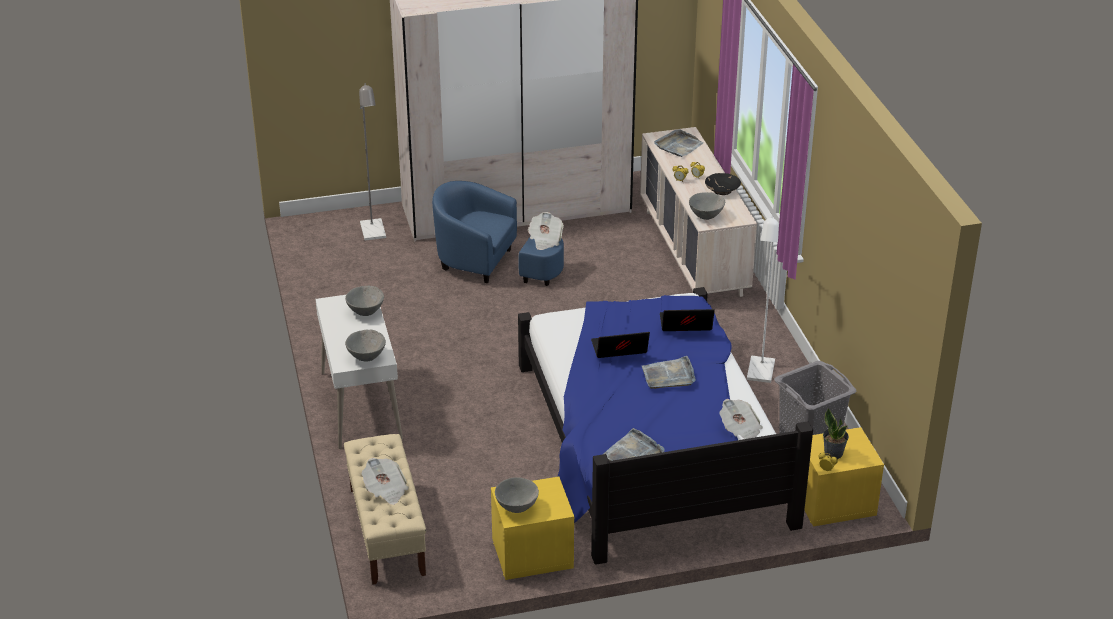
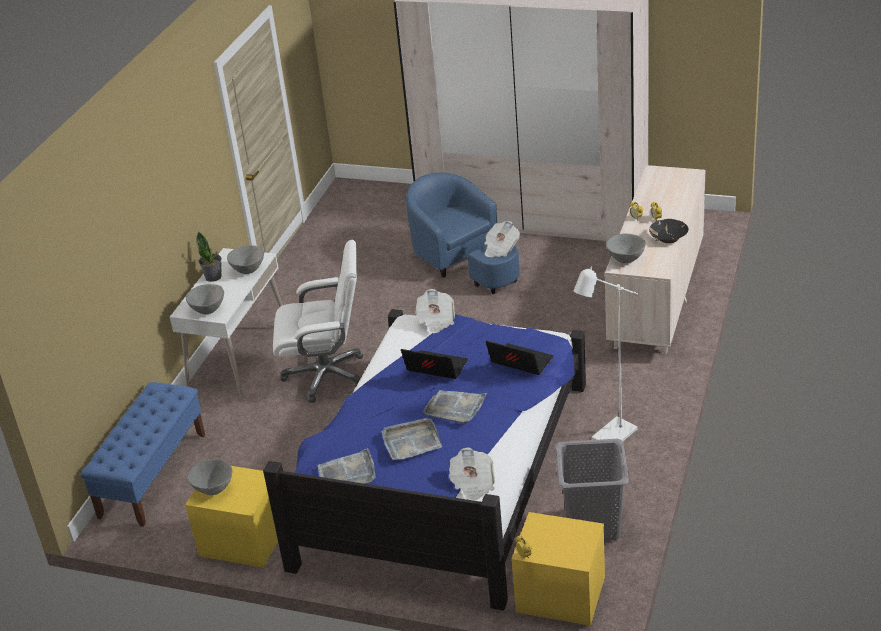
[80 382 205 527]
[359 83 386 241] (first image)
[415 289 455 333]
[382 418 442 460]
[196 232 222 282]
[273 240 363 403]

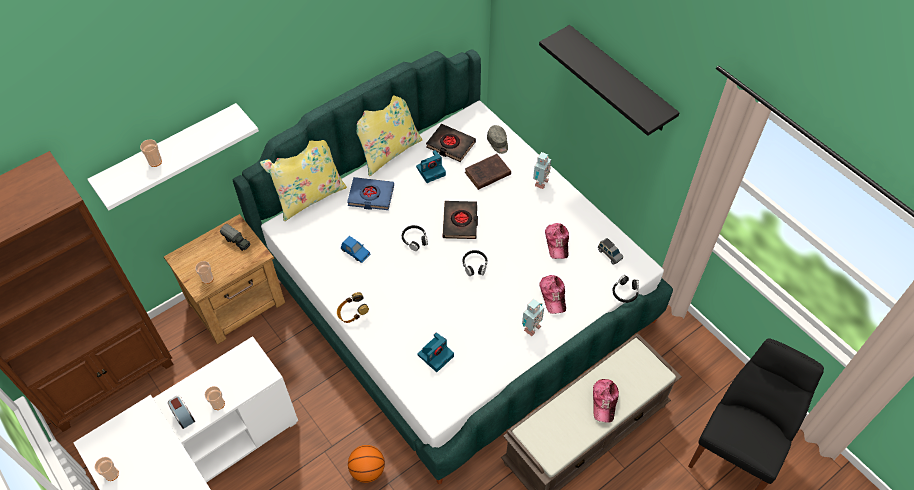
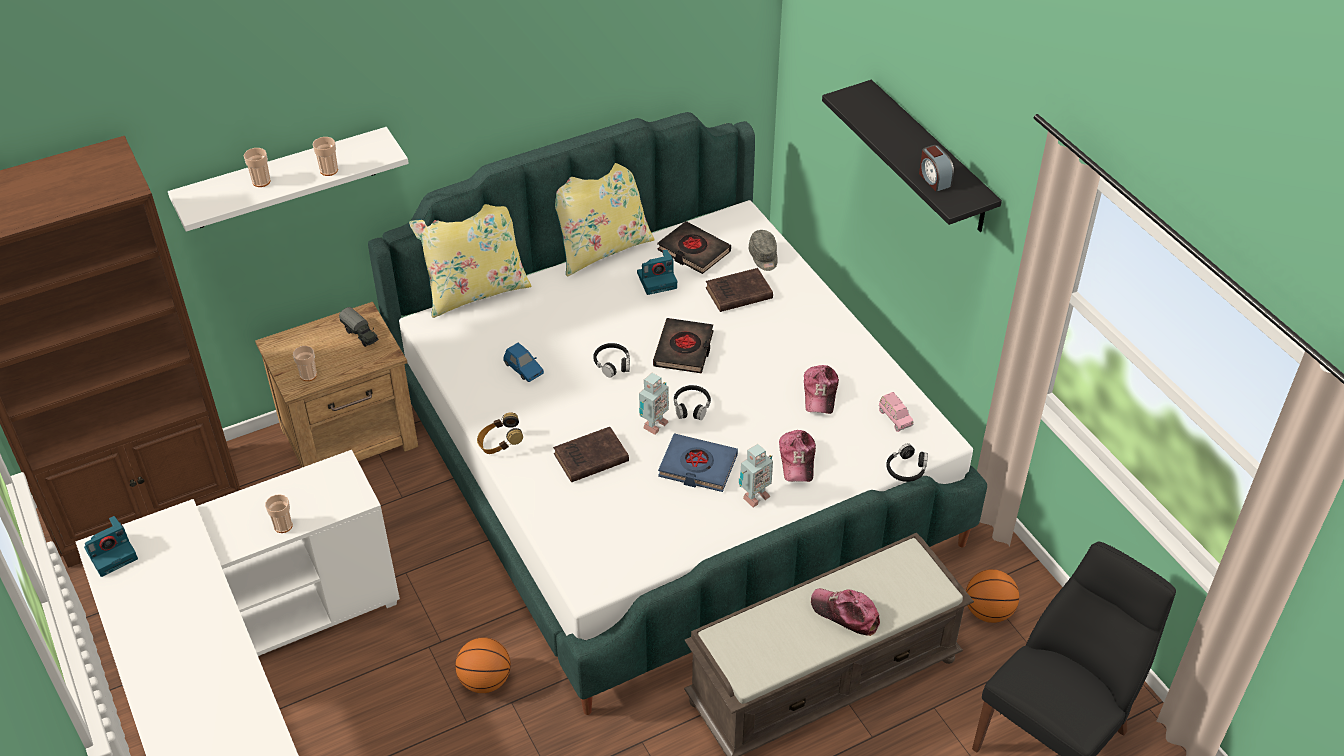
[312 137 338 176]
[919 145 954 192]
[658 434 738 492]
[84 516 138 577]
[639 373 669 435]
[811 588 880 636]
[879 392 913 432]
[553 427 629 482]
[966 569 1019 623]

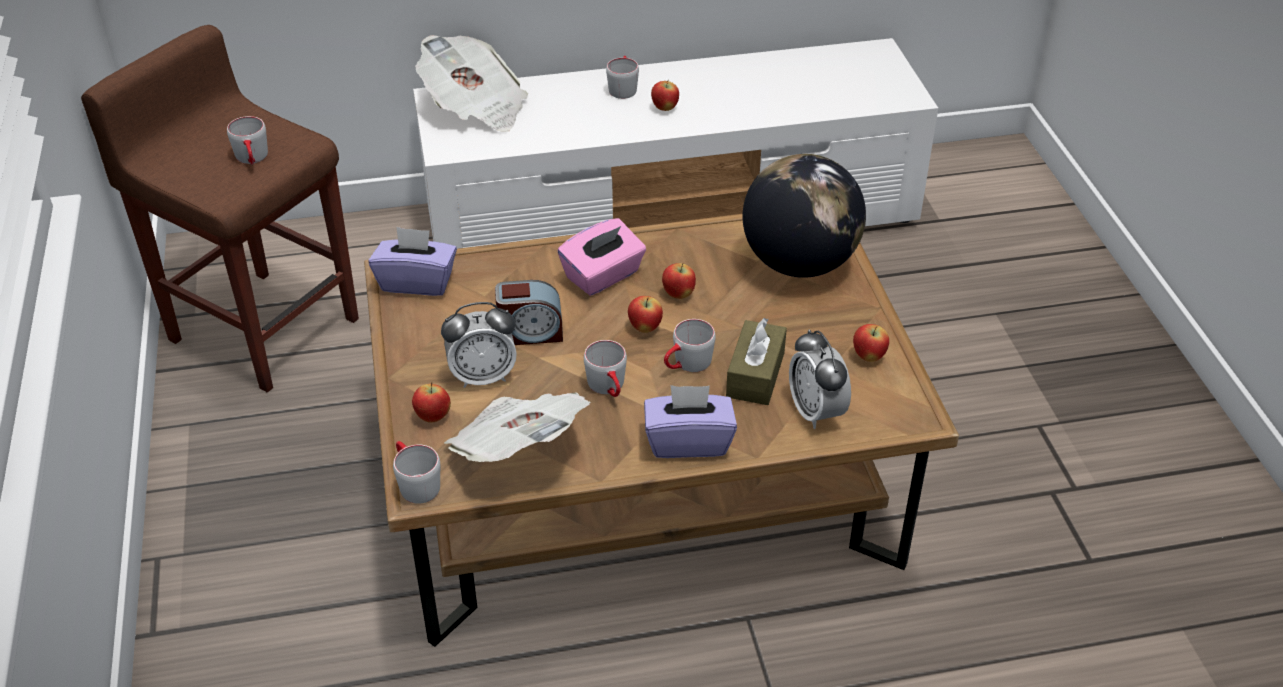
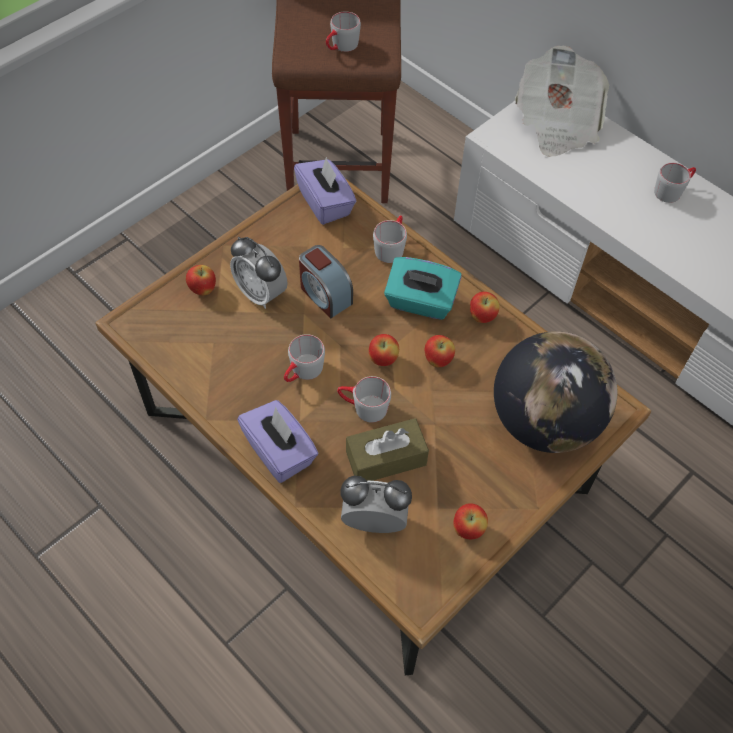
[373 215 407 263]
[444 393 590 462] (first image)
[384 257 461 320]
[470 292 500 323]
[340 476 412 533]

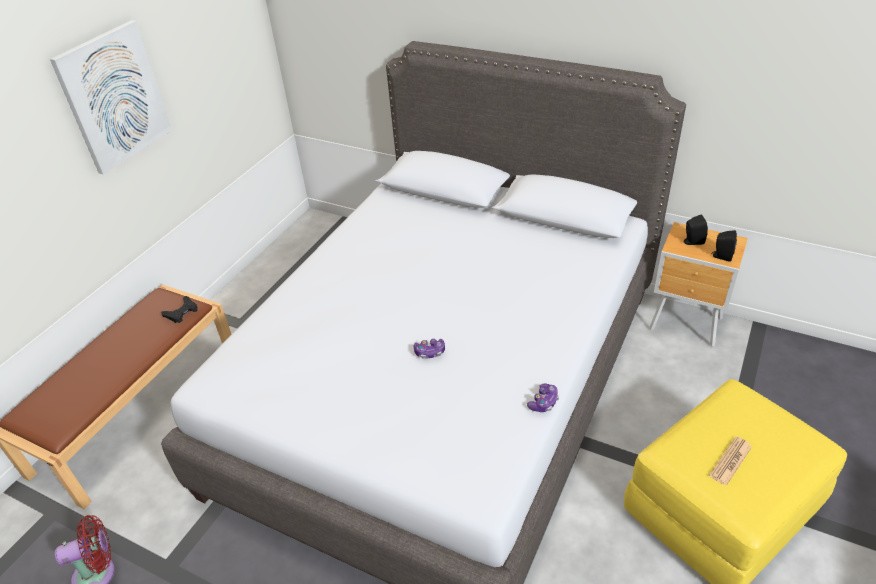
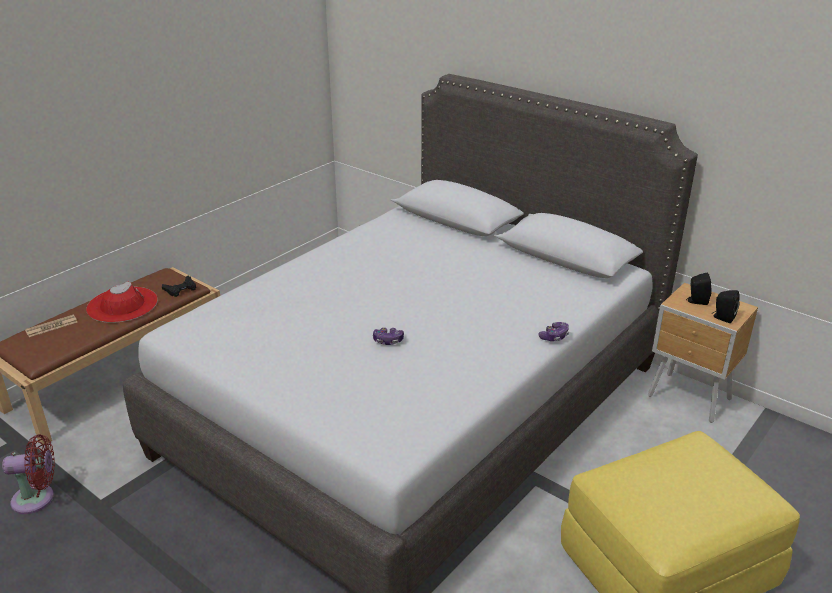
[50 20 172 175] (first image)
[539 322 569 341]
[25 315 77 337]
[86 281 158 323]

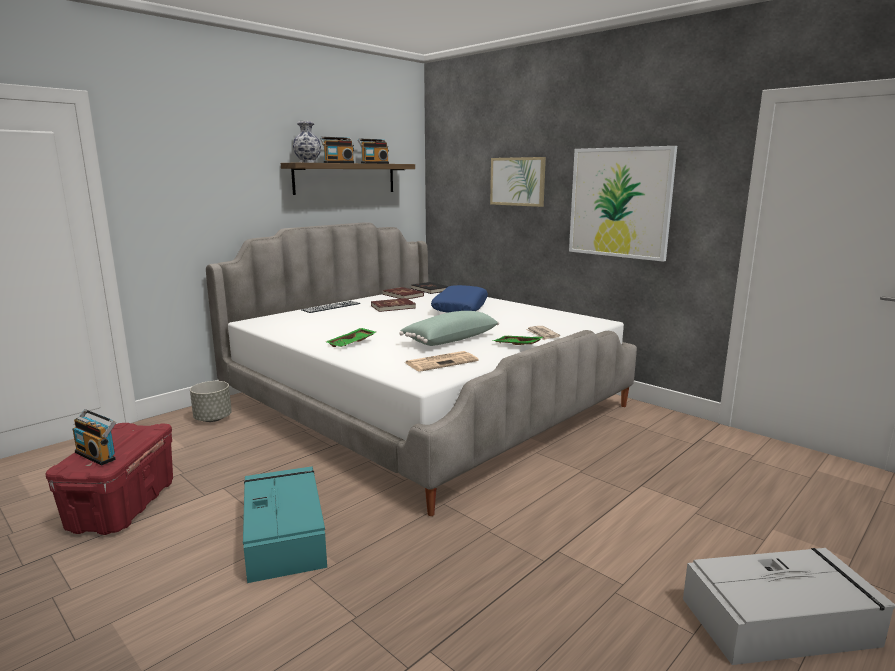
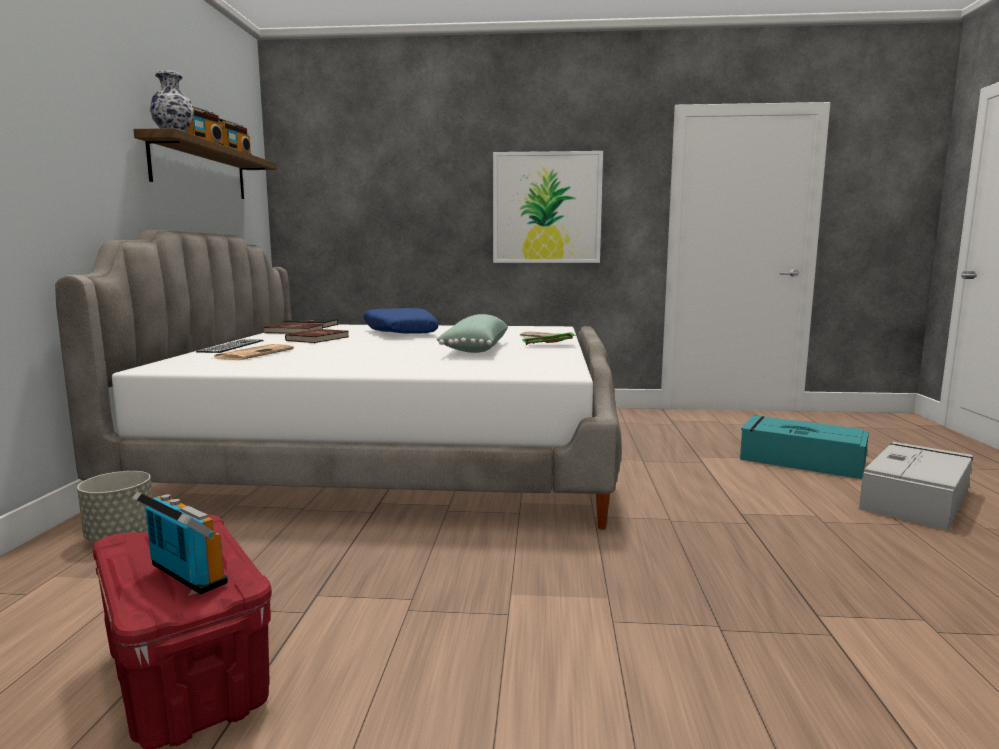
[133 491 228 594]
[740 415 869 479]
[326 328 376 347] (first image)
[214 344 294 360]
[490 157 546 207] (first image)

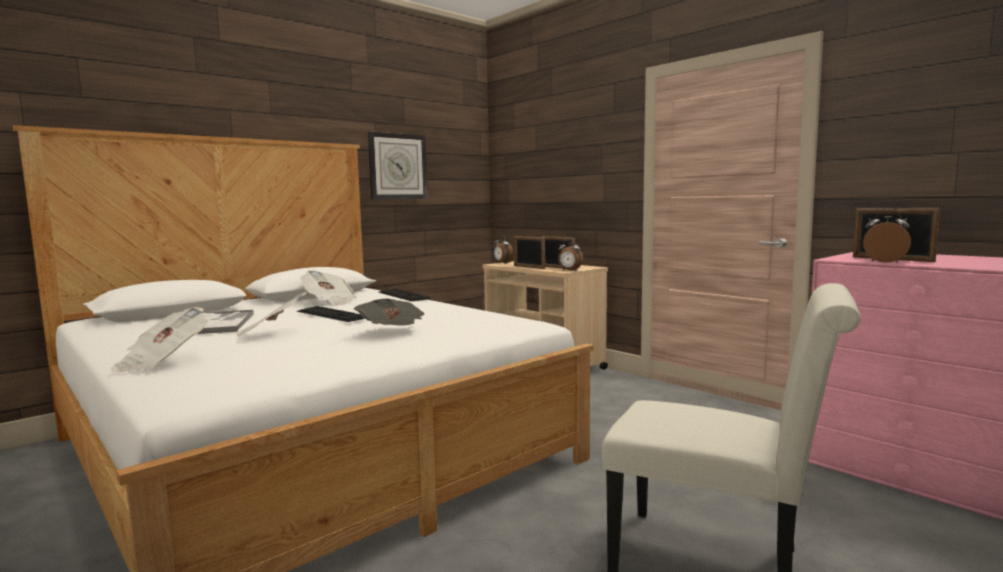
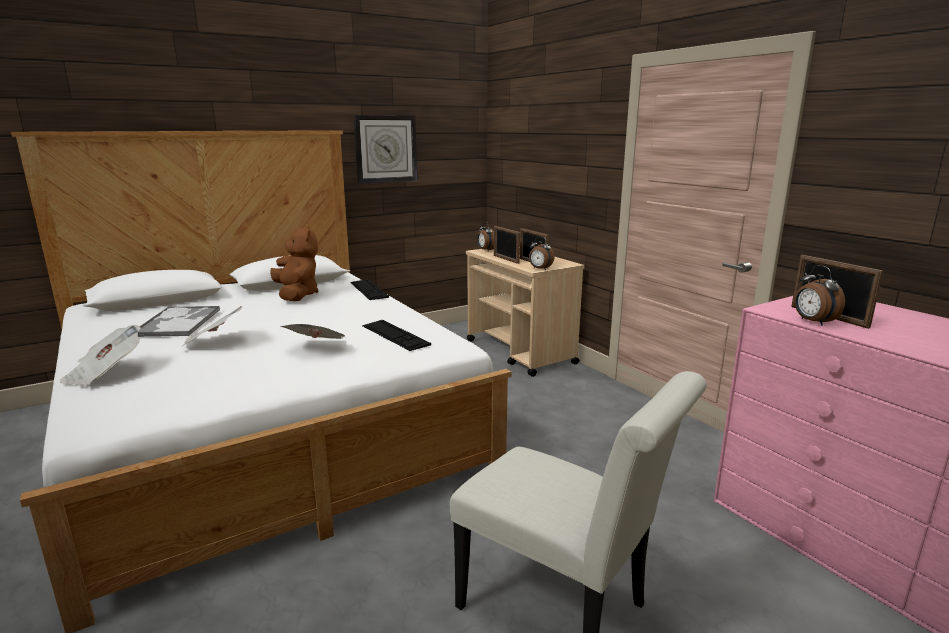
[362 320 431 351]
[270 225 318 301]
[794 265 845 326]

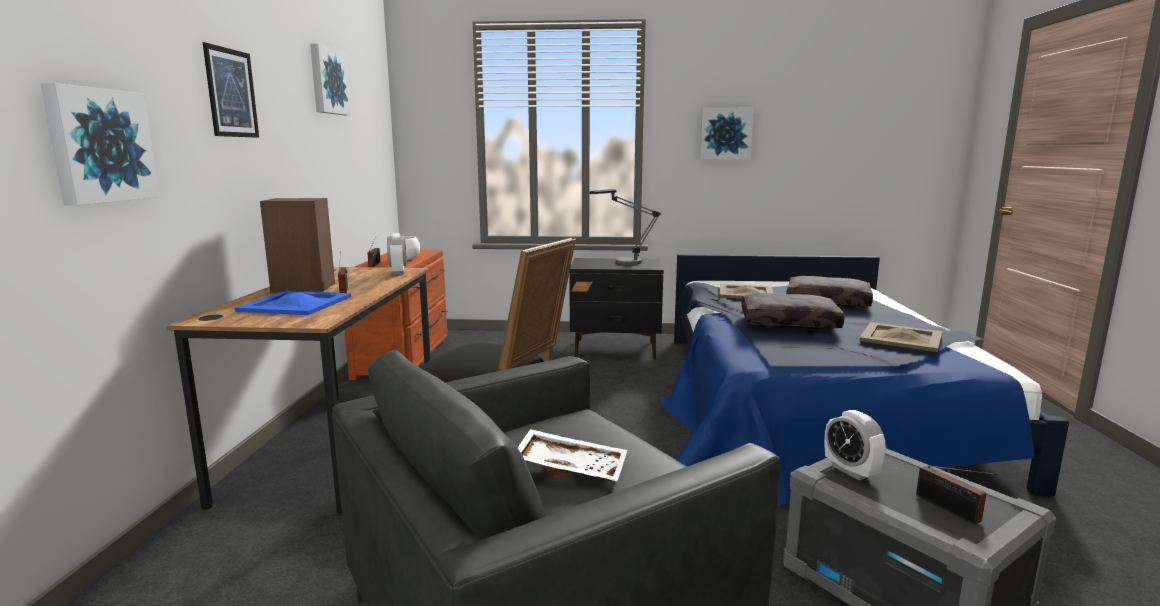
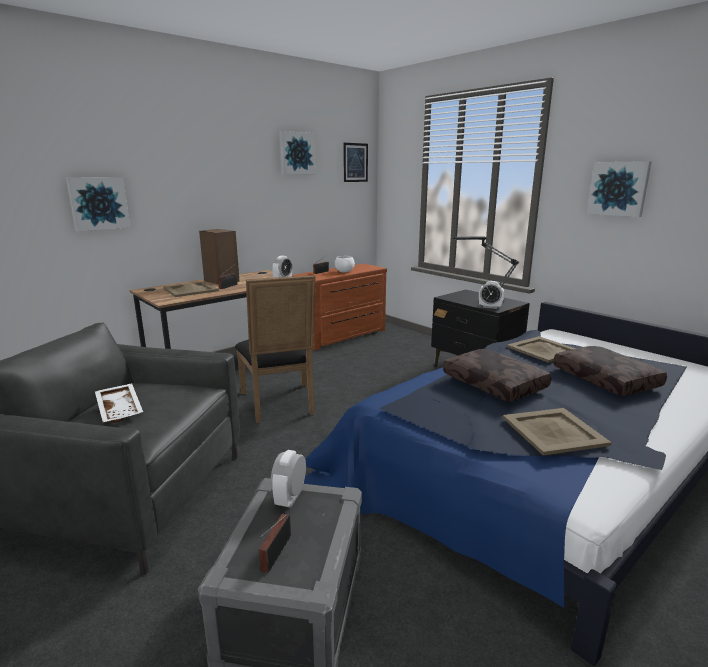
[343 143 368 182]
[163 282 219 297]
[479 281 504 309]

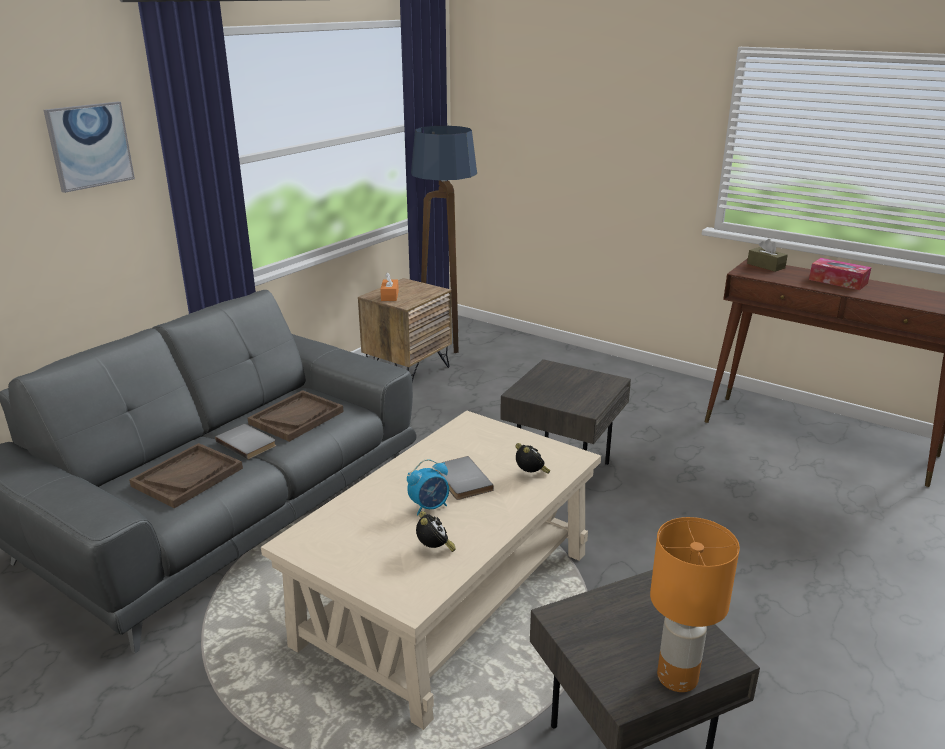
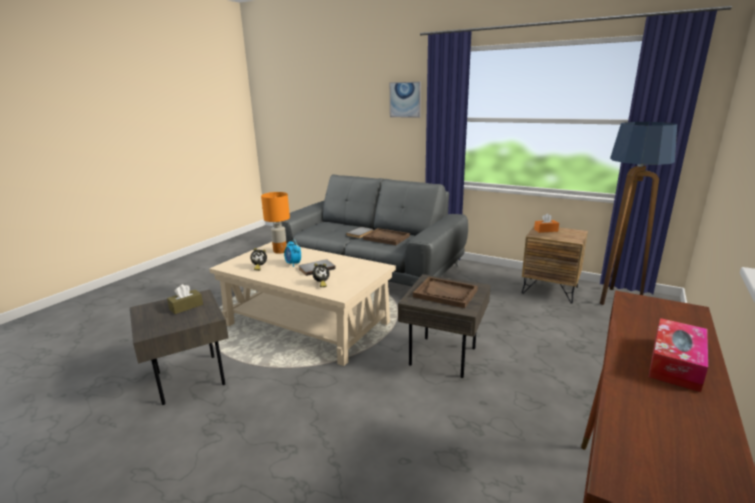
[413 277 478 308]
[261 192 290 254]
[167 284 203 314]

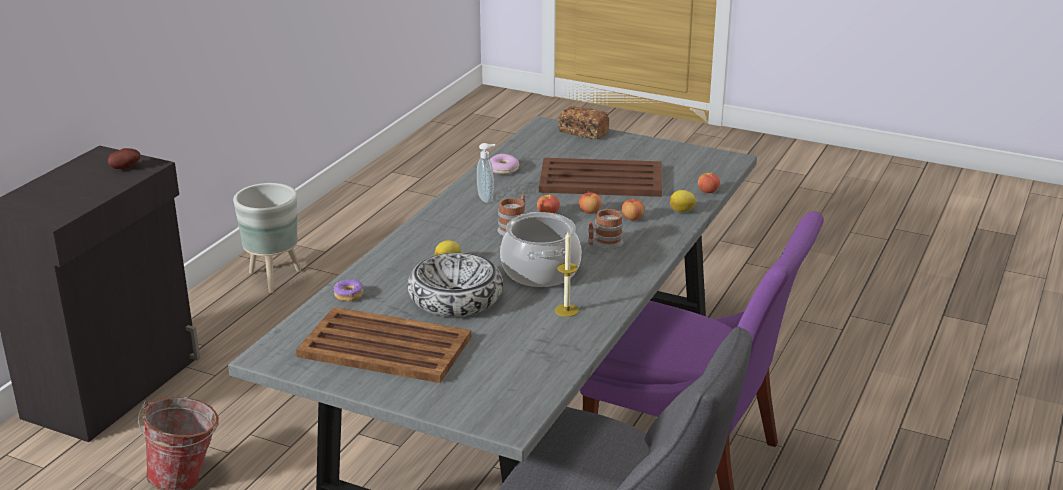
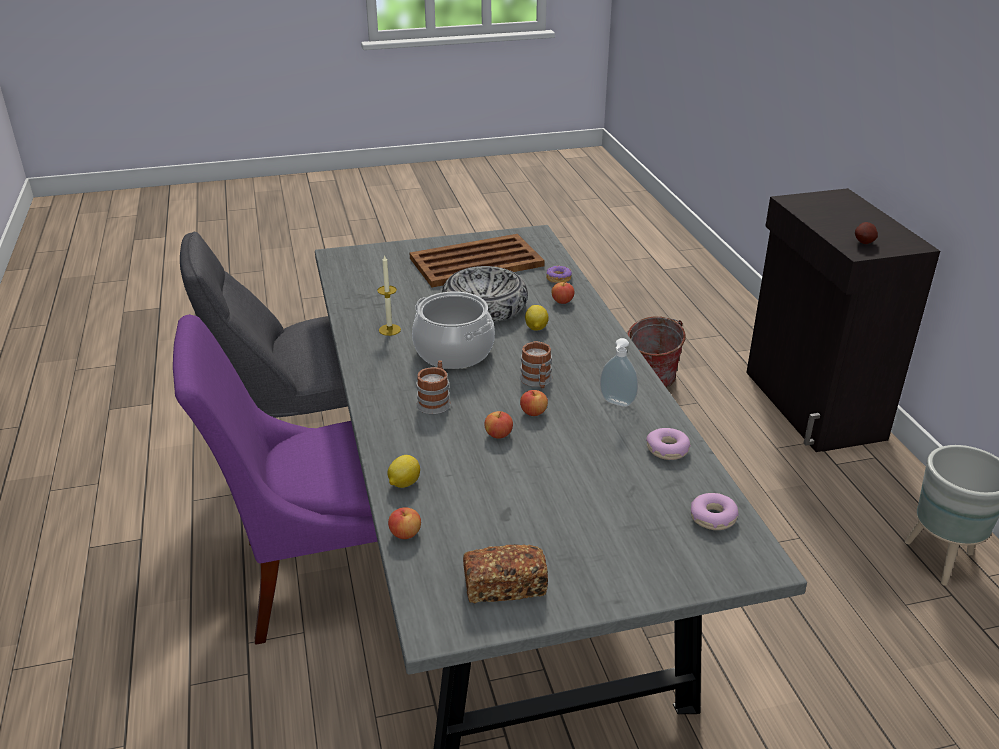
[539 158 662 197] (first image)
[463 544 548 603]
[552 282 575 304]
[691 493 739 530]

